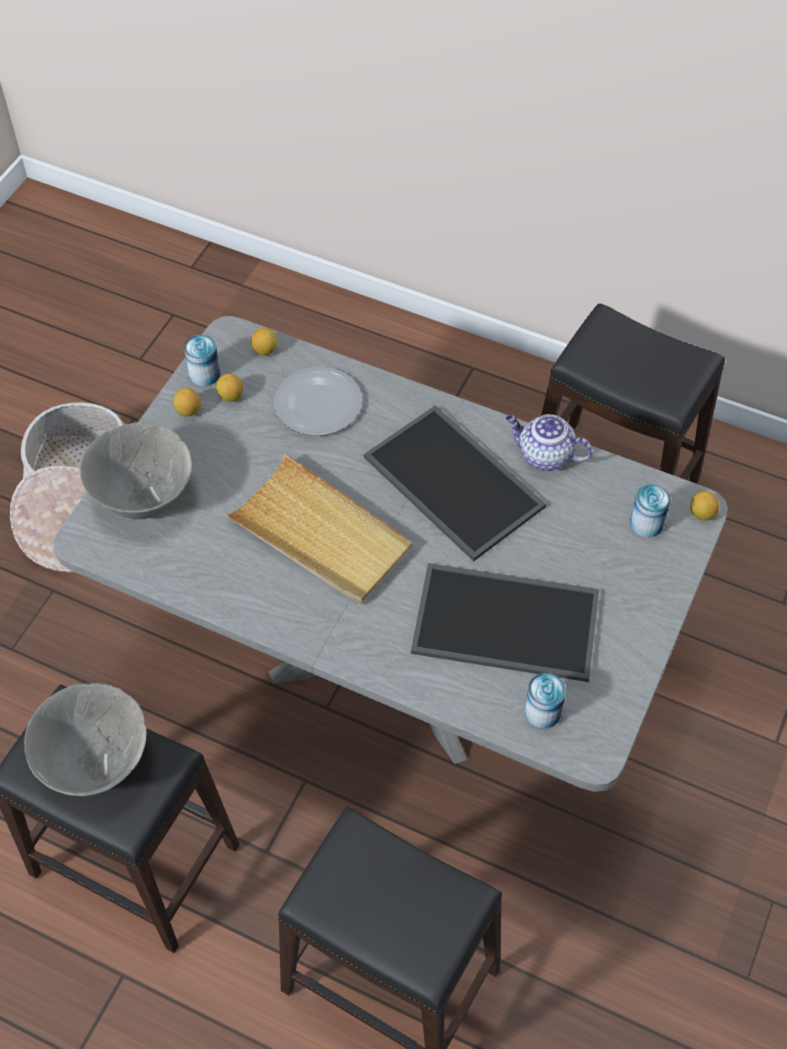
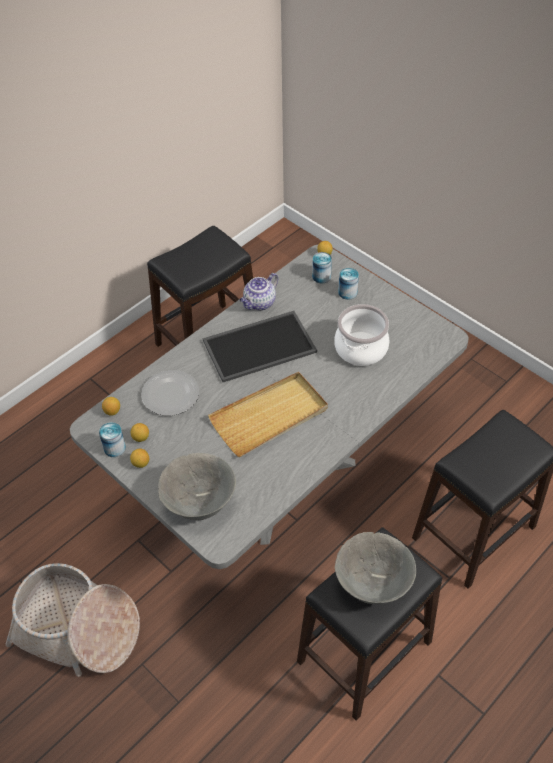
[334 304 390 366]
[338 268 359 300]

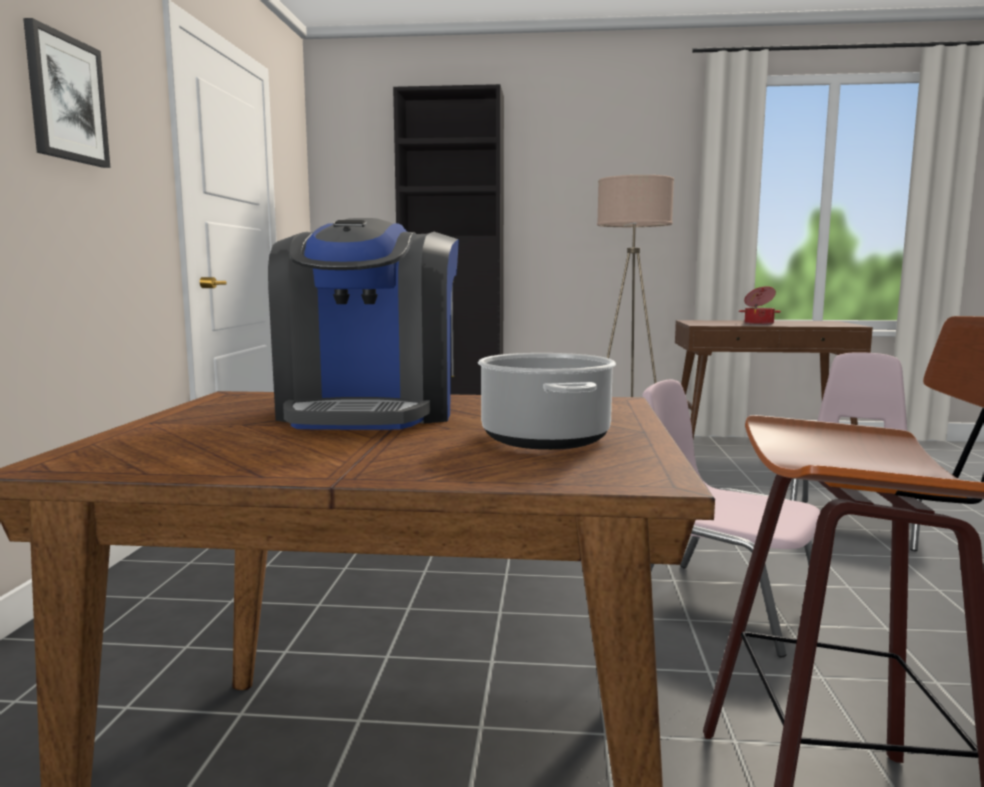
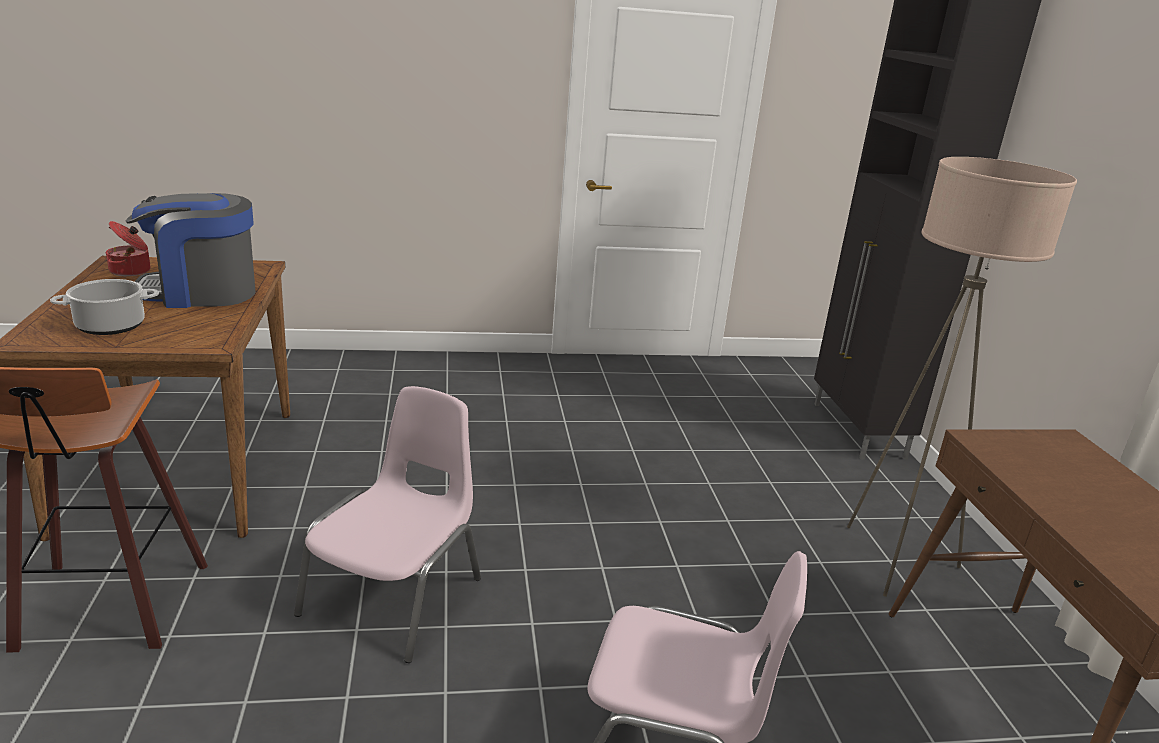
[23 18 110 168] (first image)
[106 221 150 276]

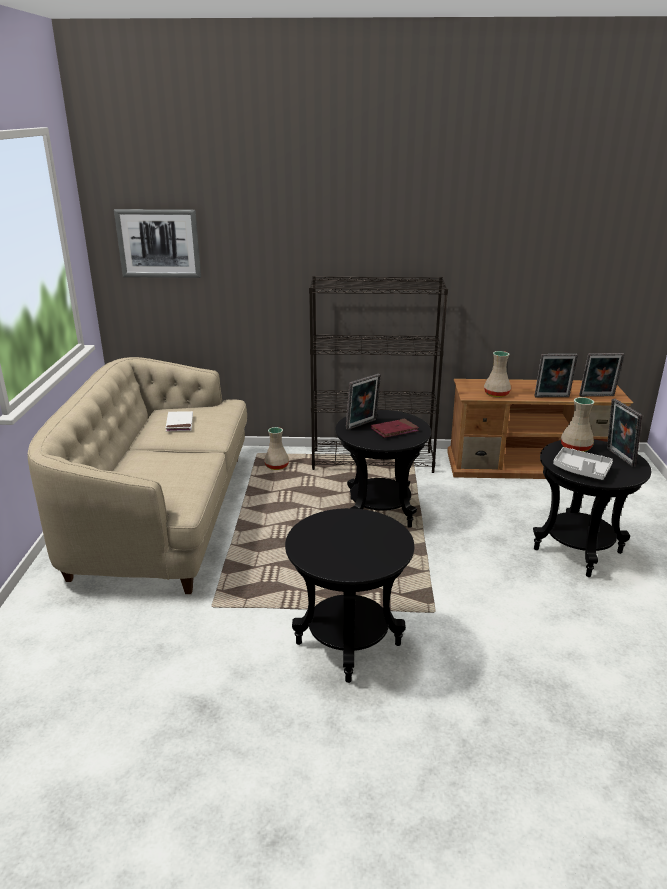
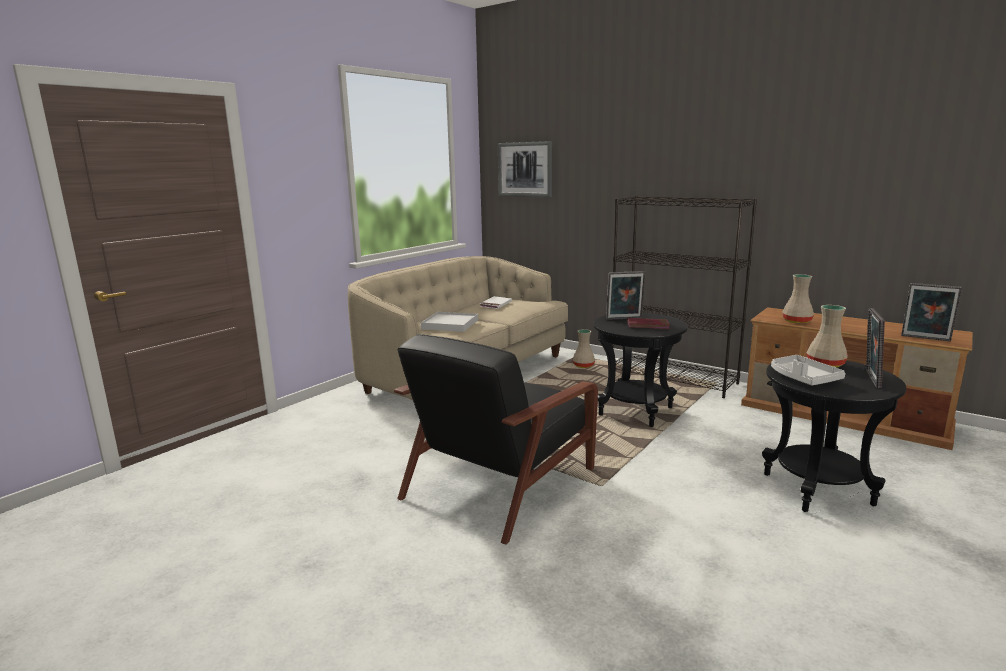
[394 334 598 545]
[534 354 578 397] (first image)
[421 312 478 332]

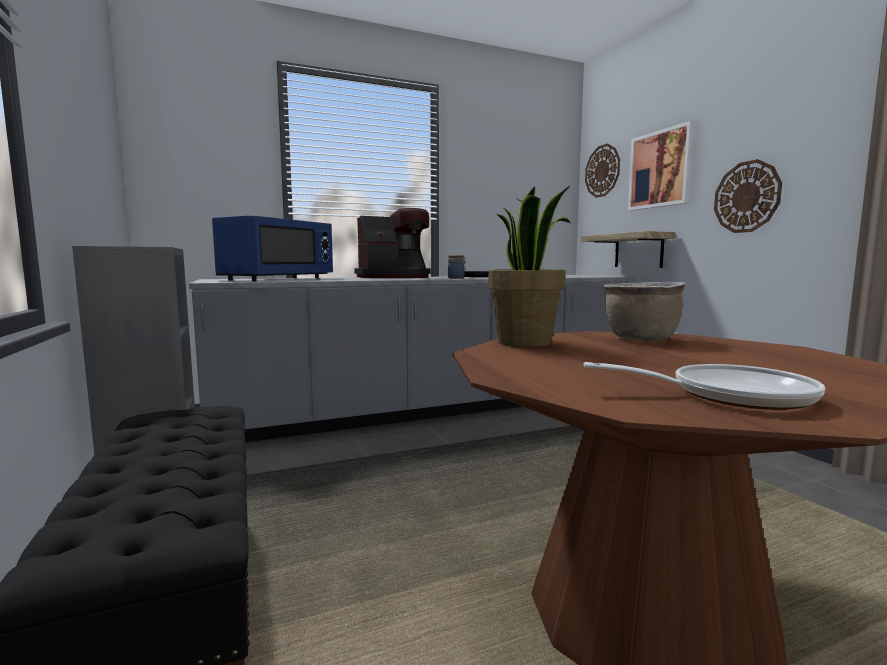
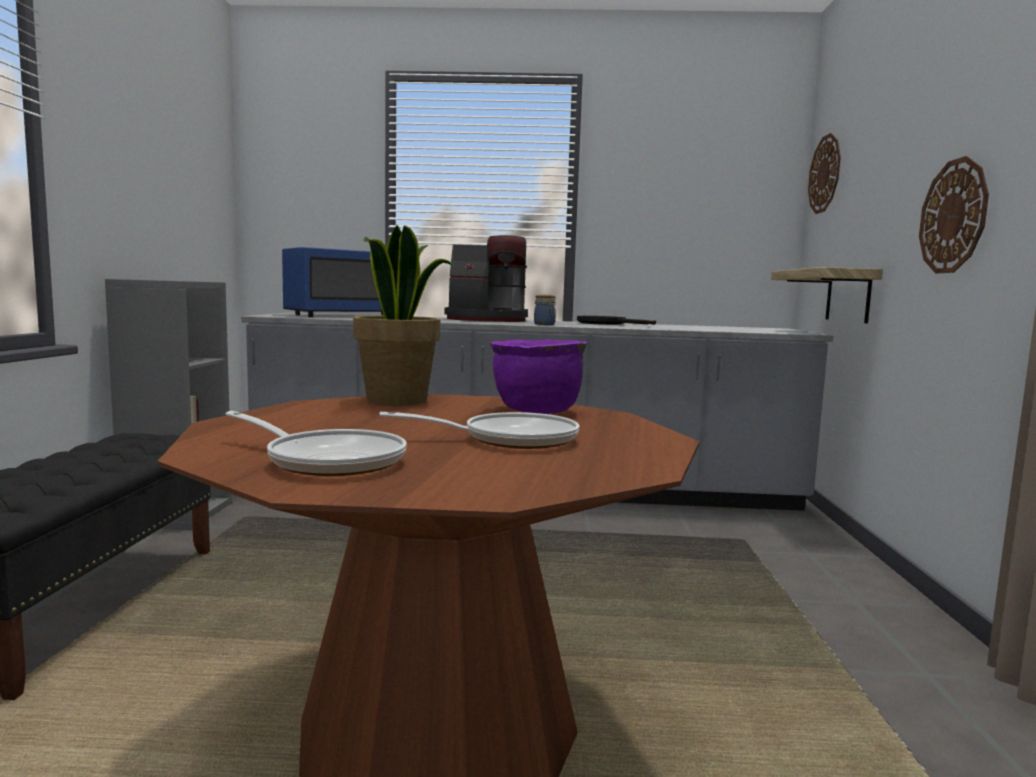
[490 339 587 414]
[628 121 694 211] (first image)
[379 412 579 449]

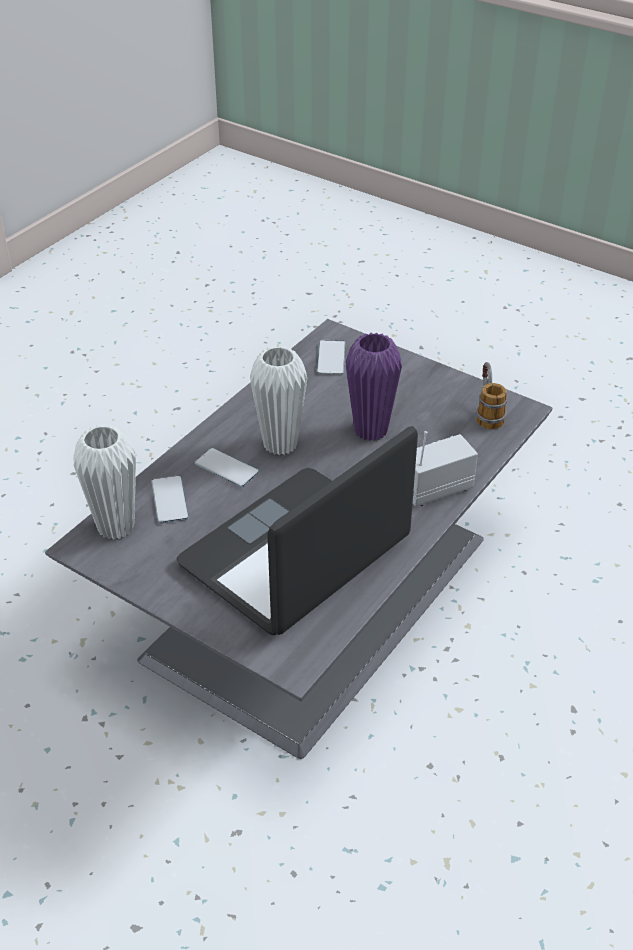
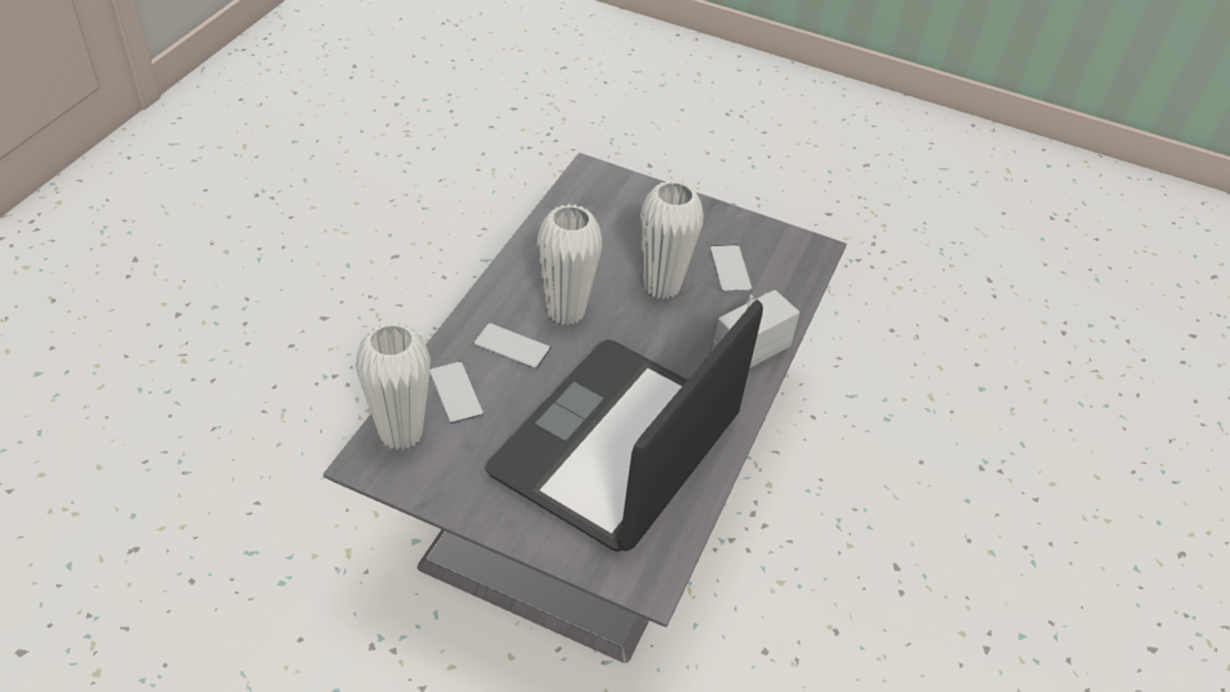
[710 244 752 292]
[640 180 704 299]
[476 362 507 429] (first image)

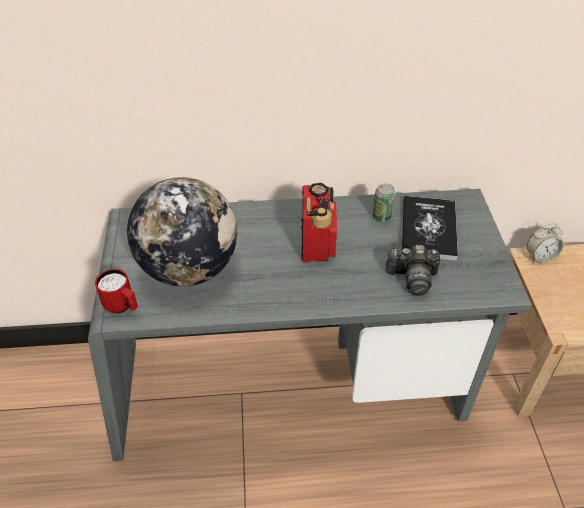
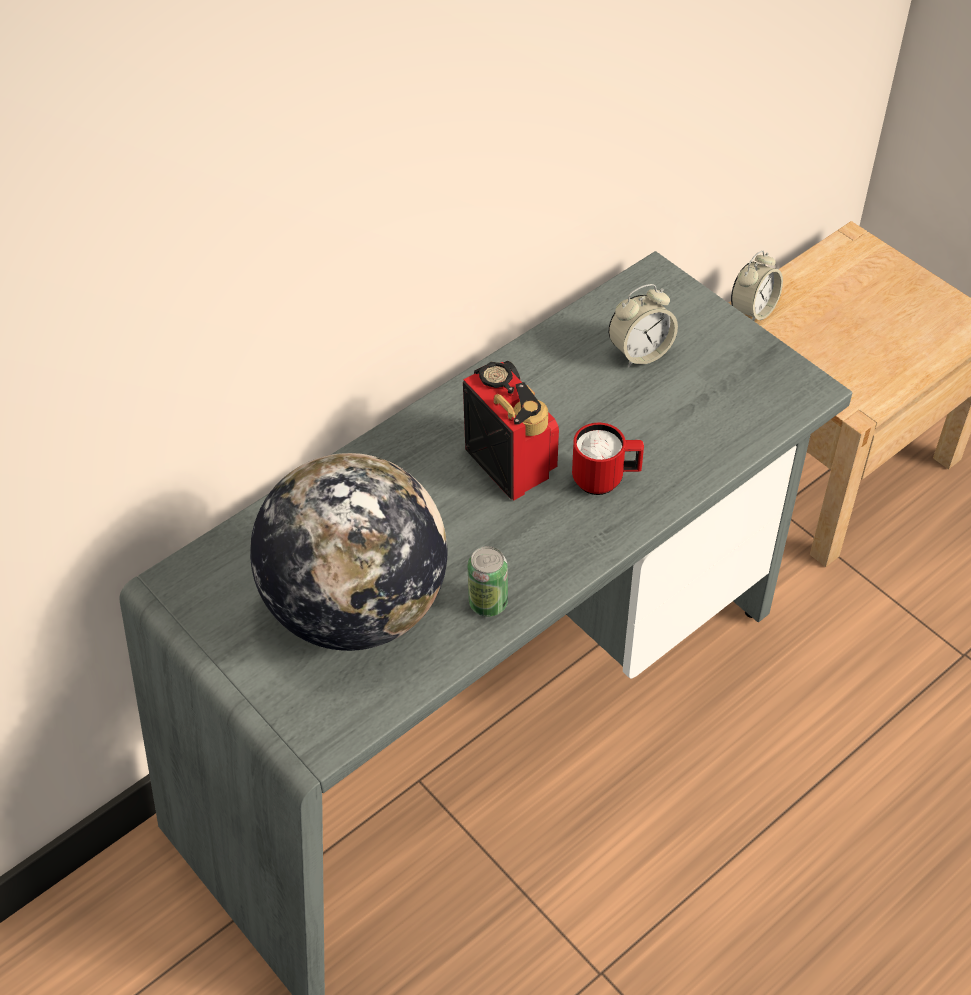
[572 423 644 495]
[467 546 508 617]
[386 245 440 296] (first image)
[608 284 678 367]

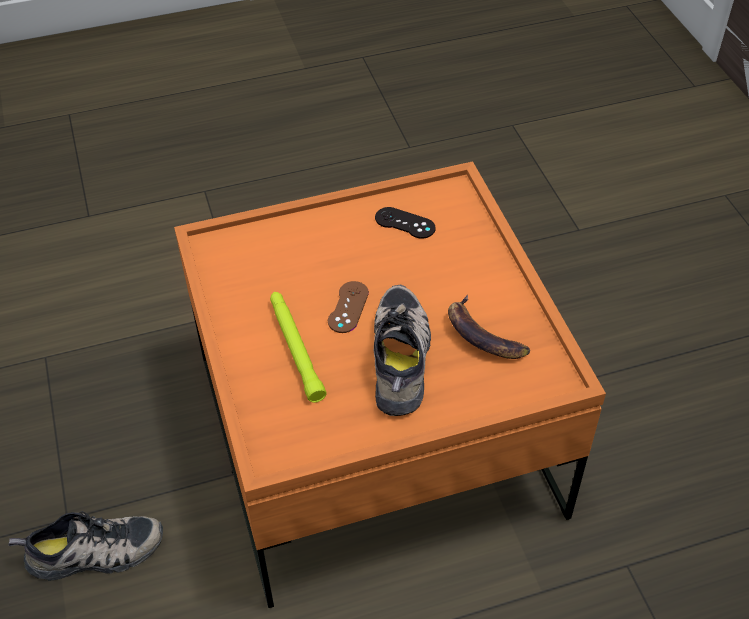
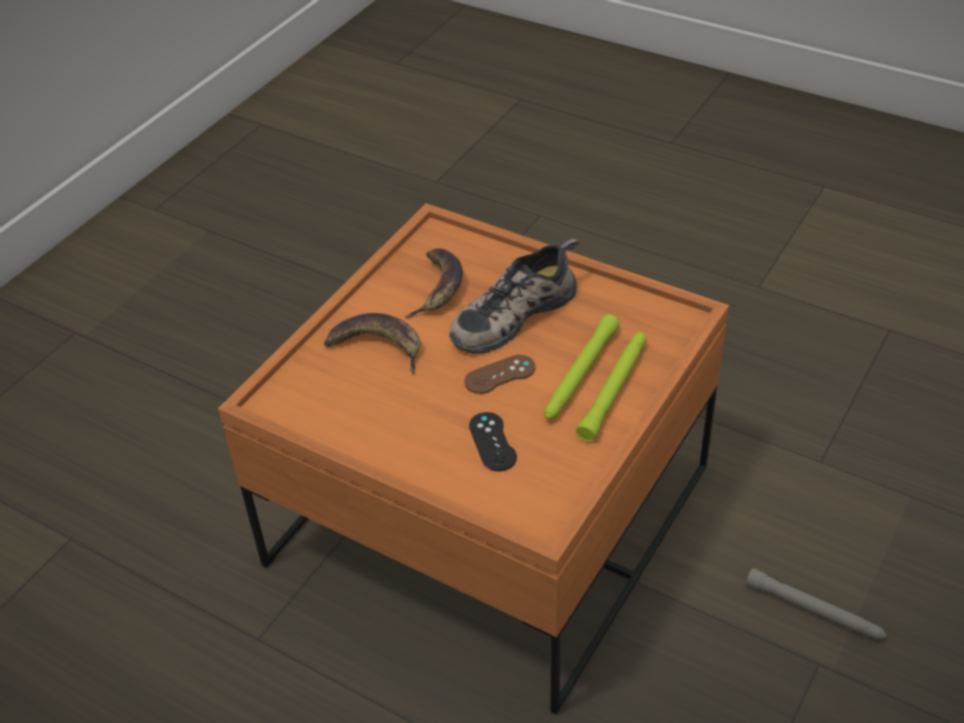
[746 568 887 640]
[469 412 517 471]
[324 313 420 374]
[576 332 646 442]

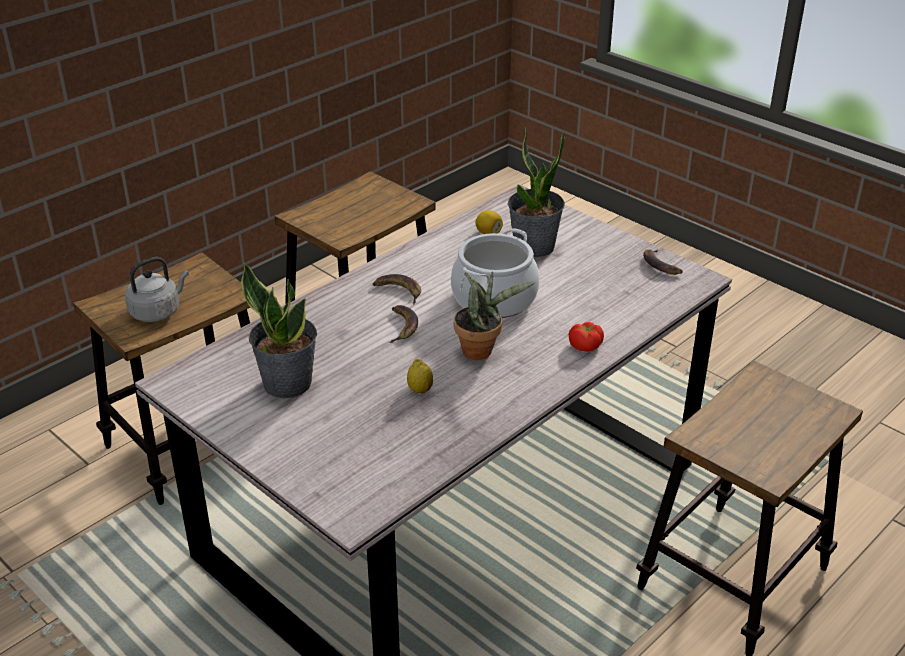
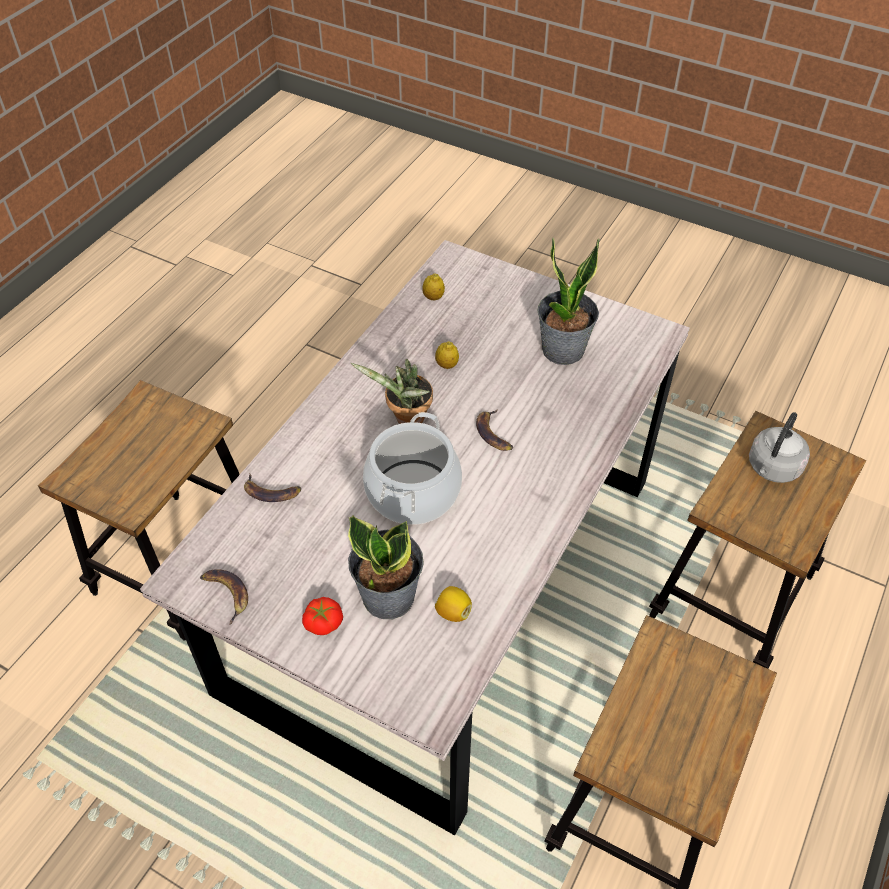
[244 473 301 502]
[302 597 343 635]
[422 274 445 300]

